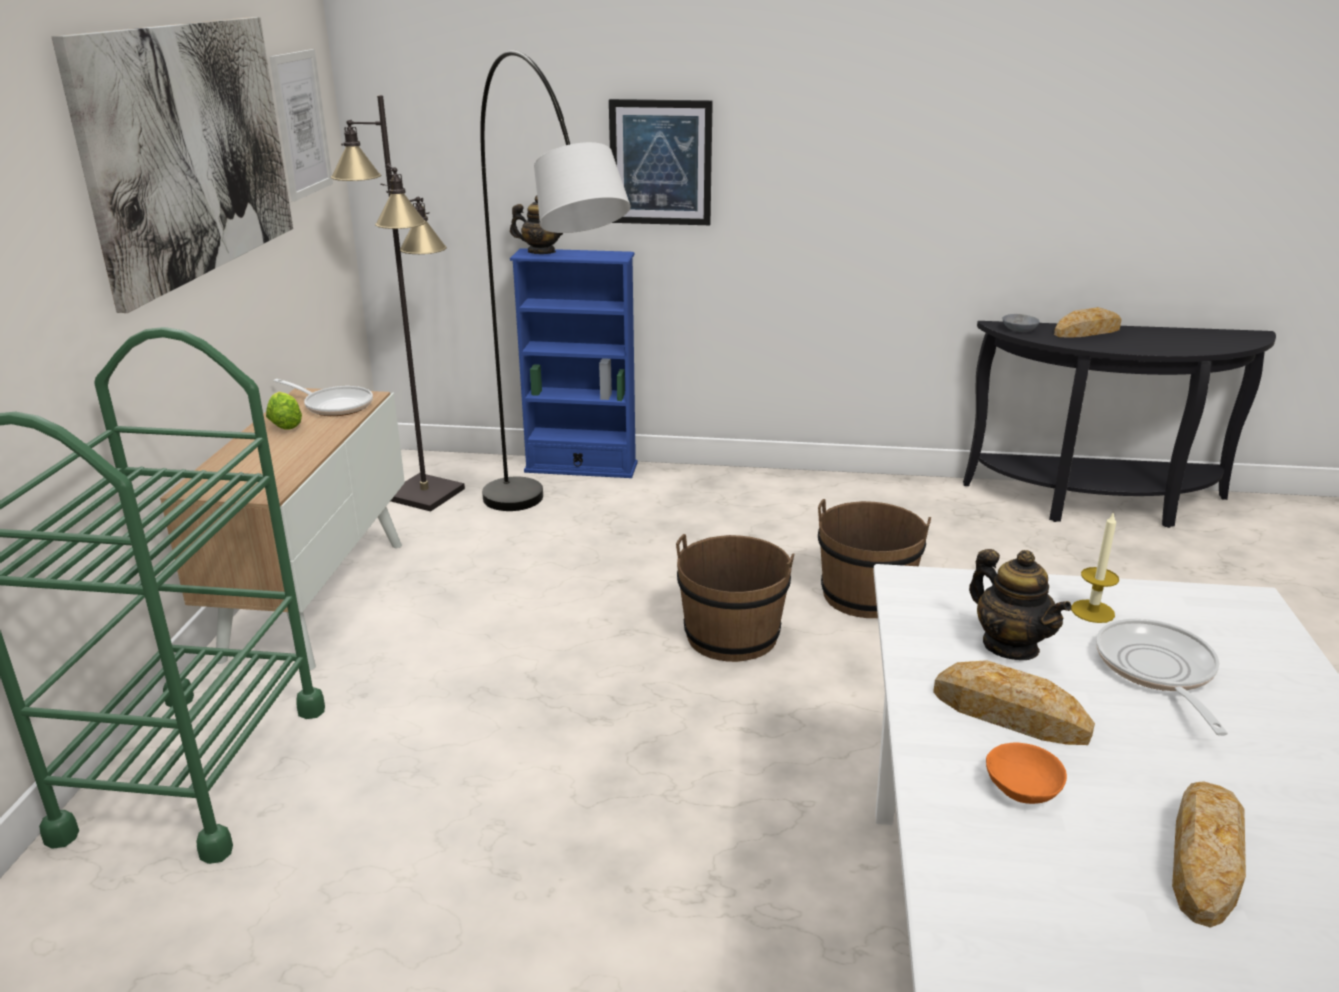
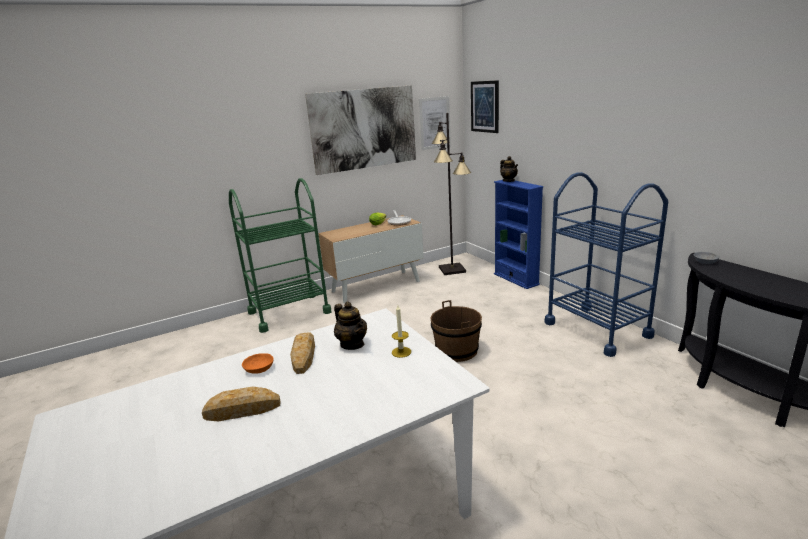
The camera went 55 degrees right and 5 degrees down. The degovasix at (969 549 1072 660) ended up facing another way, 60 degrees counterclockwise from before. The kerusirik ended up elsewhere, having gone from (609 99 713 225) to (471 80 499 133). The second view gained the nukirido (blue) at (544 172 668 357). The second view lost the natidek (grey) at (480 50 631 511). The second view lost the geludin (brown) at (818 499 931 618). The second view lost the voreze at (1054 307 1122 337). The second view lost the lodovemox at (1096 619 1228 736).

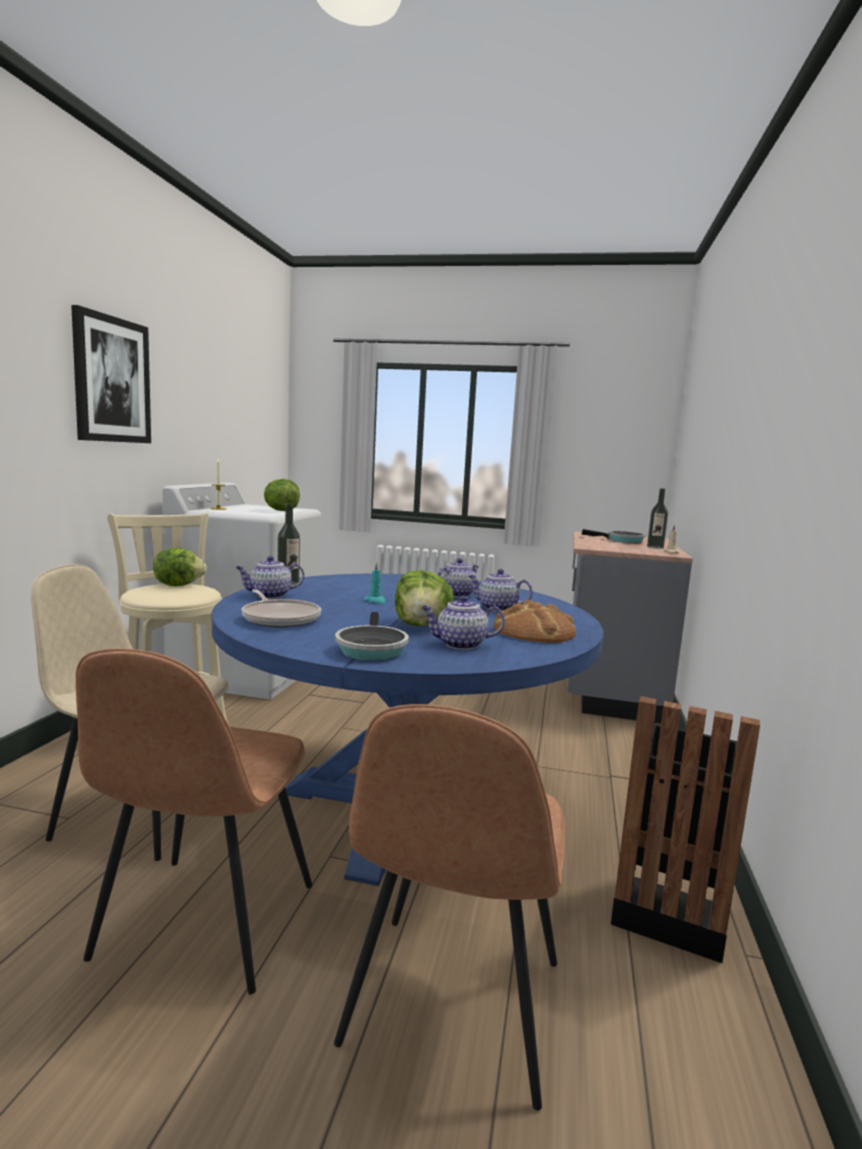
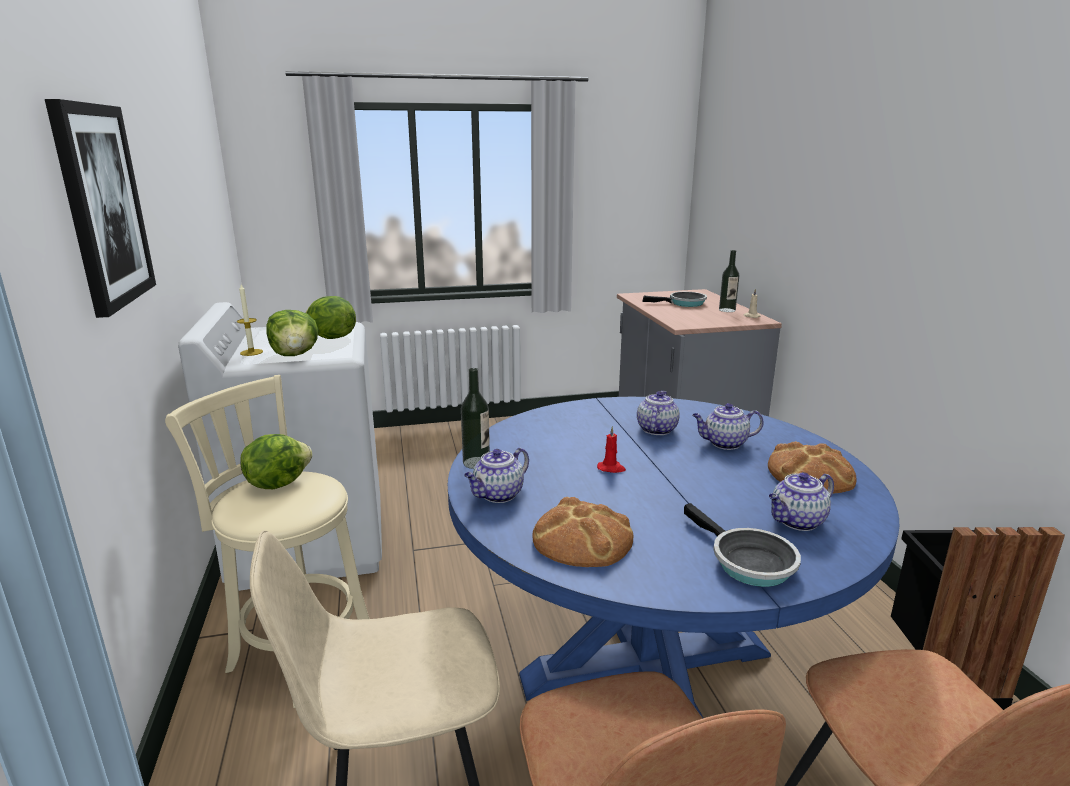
The camera went 25 degrees left and 10 degrees up. The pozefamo ended up elsewhere, having gone from (395 570 454 626) to (266 310 319 356). Where the lodovemox stood at (242 590 321 627), the voreze came to stand at (532 497 634 567). What was the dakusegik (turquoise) at (364 562 386 604) turned into the dakusegik (red) at (597 426 626 473).

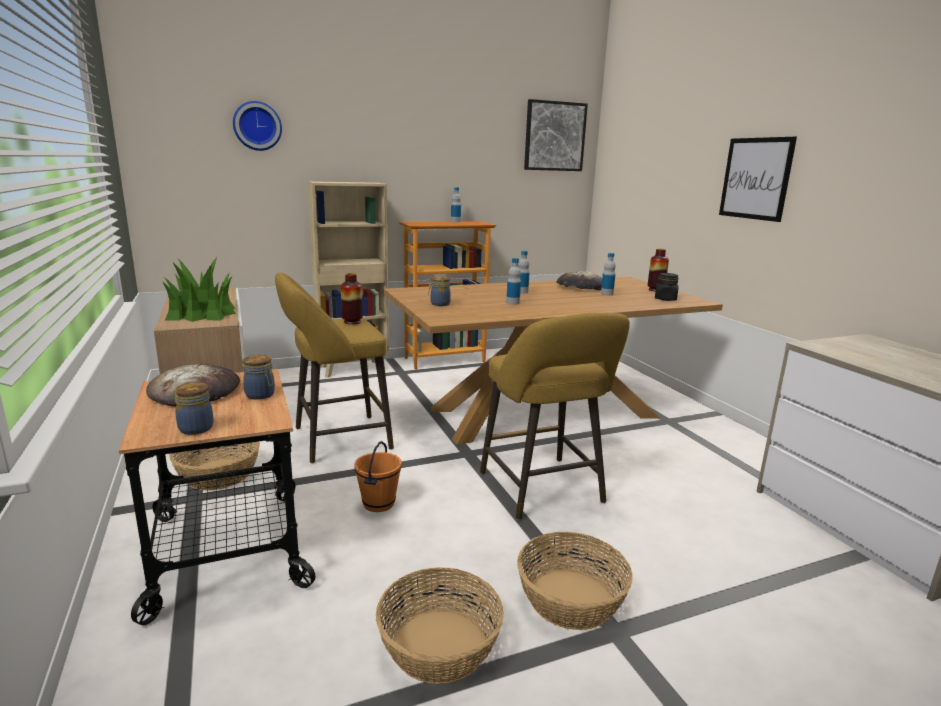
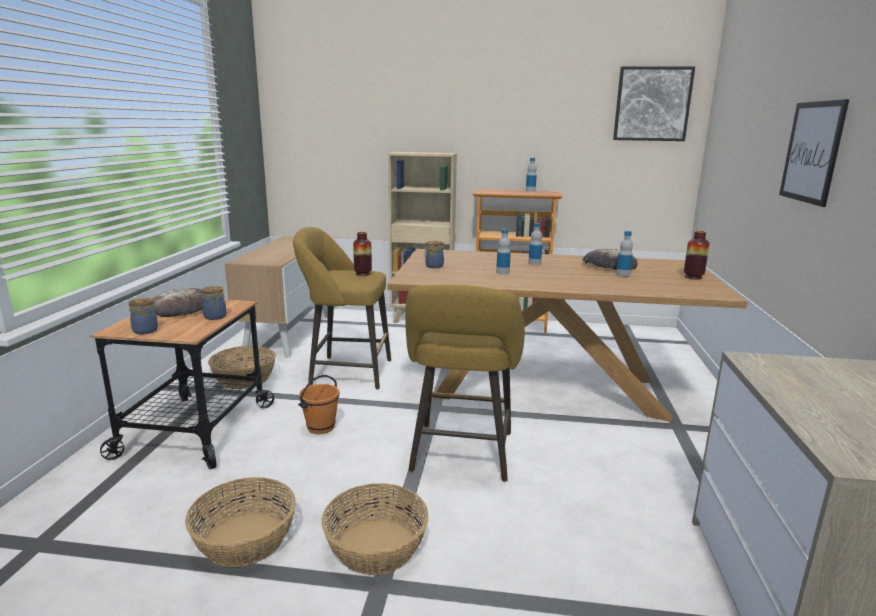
The camera went 30 degrees right and 0 degrees up. The second view lost the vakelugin at (162 257 236 322). The second view lost the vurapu at (233 101 282 151). The second view lost the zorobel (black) at (655 273 679 301).

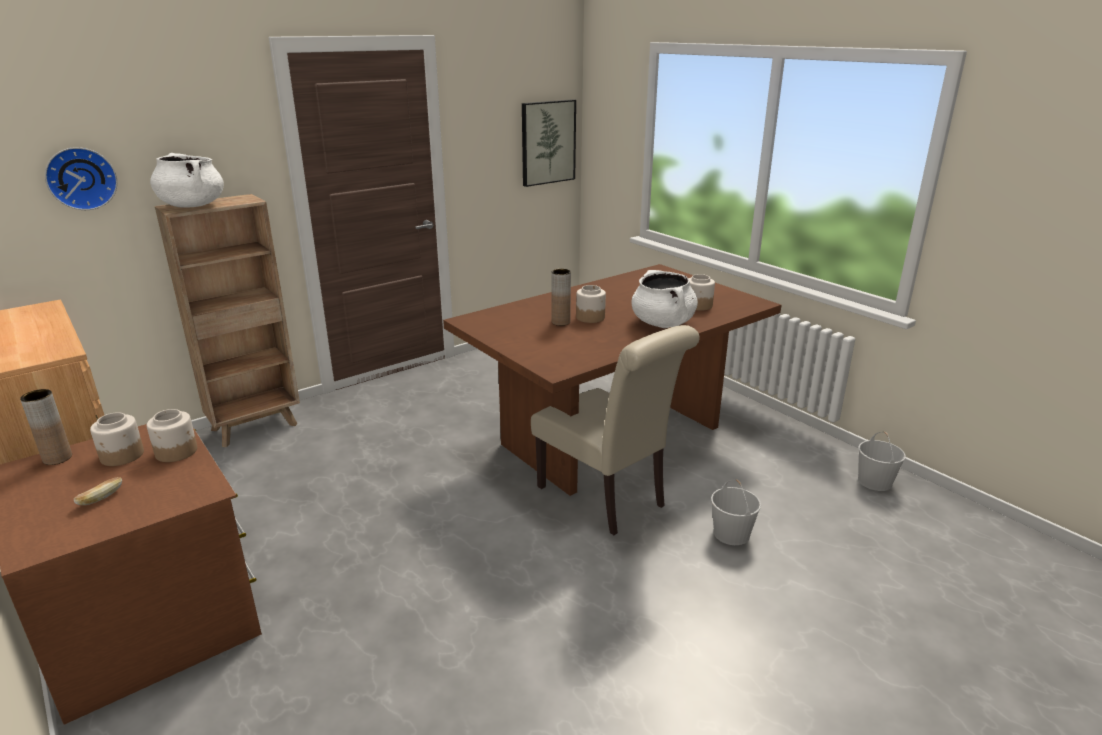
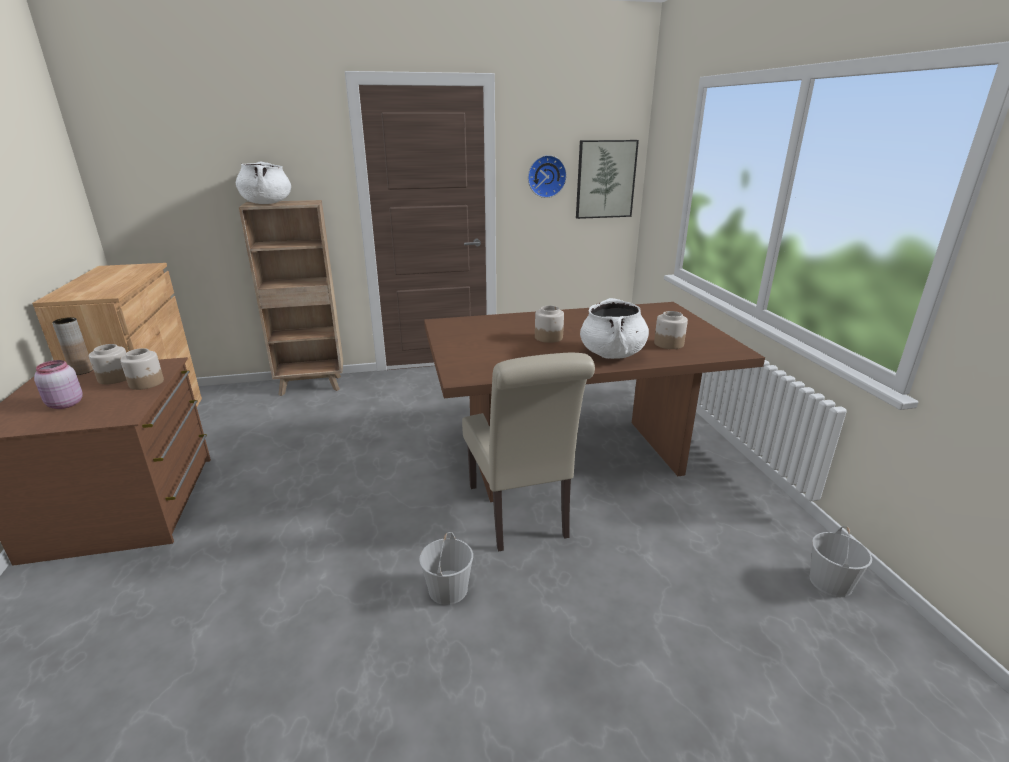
The camera went 25 degrees right and 0 degrees up. Where the voreze stood at (74 477 122 505), the zorobel (pink) came to stand at (34 360 83 409). The geludin (white) ended up elsewhere, having gone from (711 479 761 545) to (419 532 473 605). The vurapu ended up elsewhere, having gone from (45 147 118 210) to (528 155 567 198). The second view lost the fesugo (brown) at (551 269 571 326).

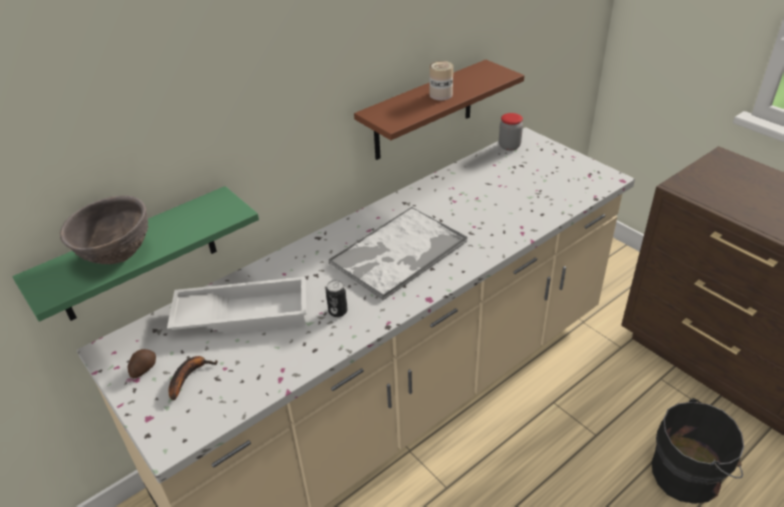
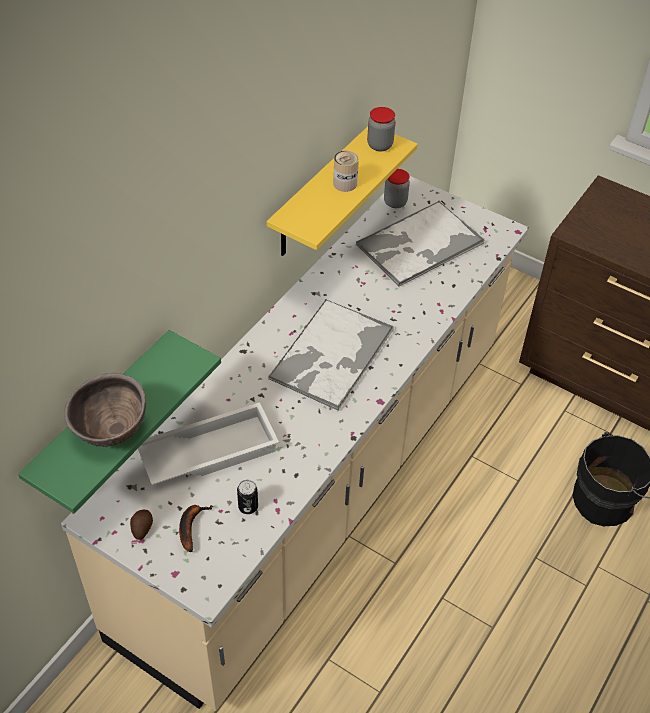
The camera went 20 degrees left and 10 degrees up. The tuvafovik ended up elsewhere, having gone from (326 280 348 317) to (237 480 258 514). What was the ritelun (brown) at (354 59 524 160) turned into the ritelun (yellow) at (267 126 418 256). The second view gained the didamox at (356 201 485 287). The second view gained the zorobel at (367 107 395 151).

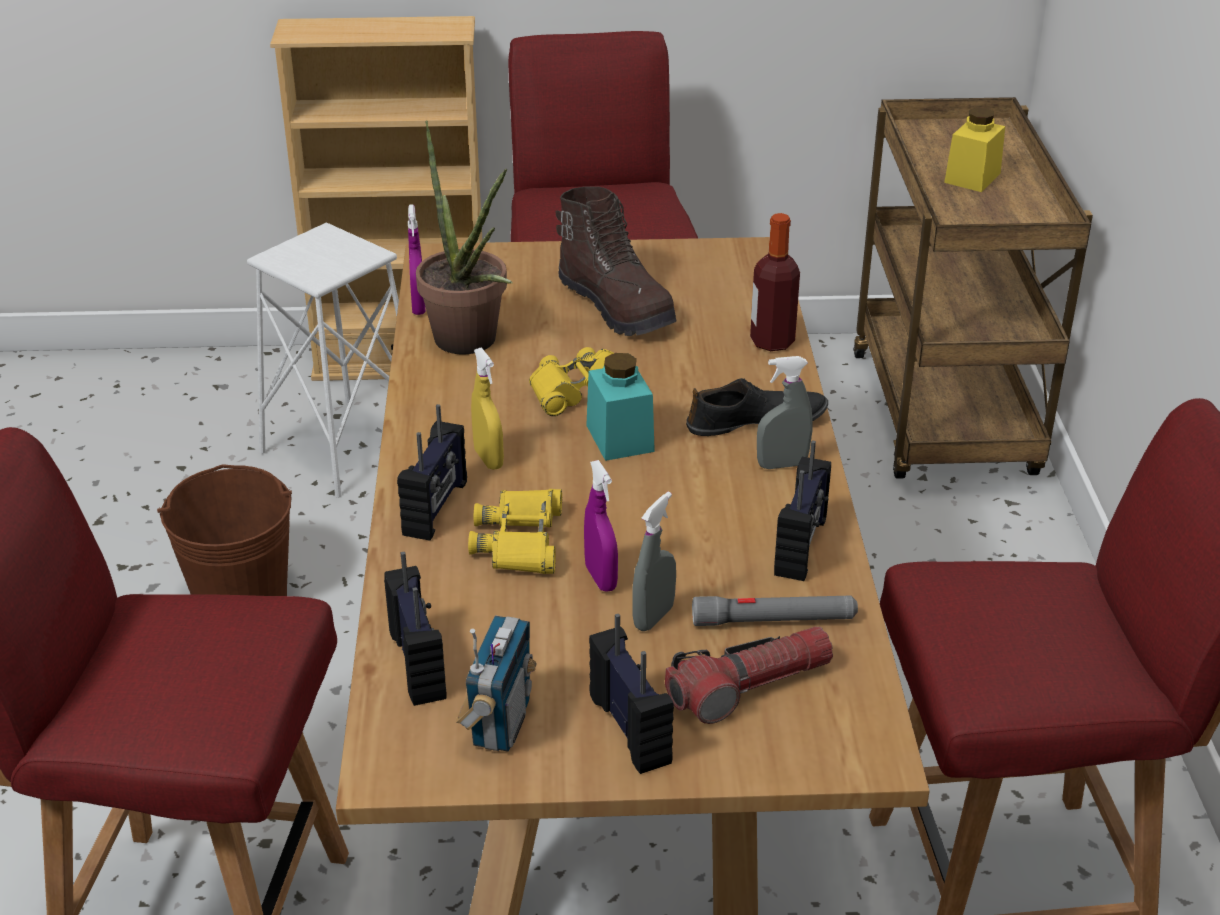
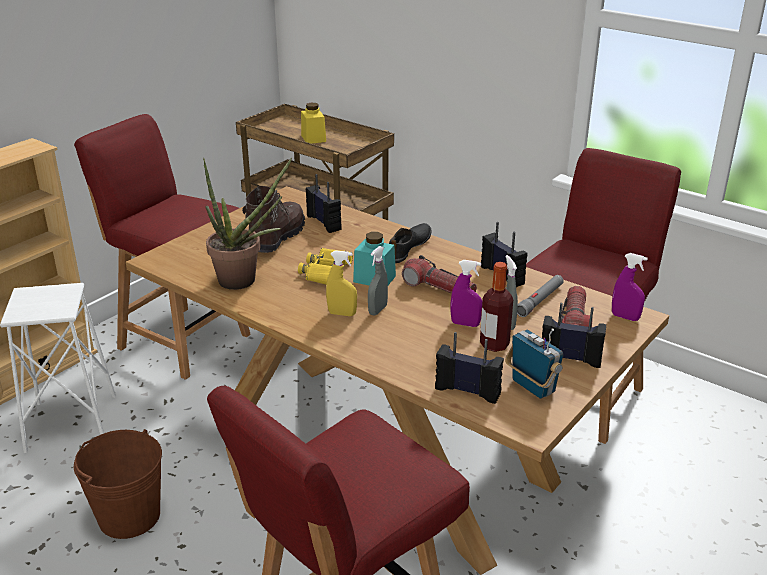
The camera went 50 degrees left and 5 degrees down. The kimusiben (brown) at (556 186 677 336) ended up facing another way, 75 degrees counterclockwise from before. The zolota ended up elsewhere, having gone from (397 404 467 541) to (306 174 342 233). The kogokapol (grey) ended up elsewhere, having gone from (757 356 813 469) to (368 246 388 316). The second view gained the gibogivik at (402 255 477 293). The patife ended up elsewhere, having gone from (750 213 800 351) to (480 262 513 352). The kogokapol (purple) ended up elsewhere, having gone from (408 204 426 315) to (612 253 648 321). The second view lost the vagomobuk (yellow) at (468 489 562 574).

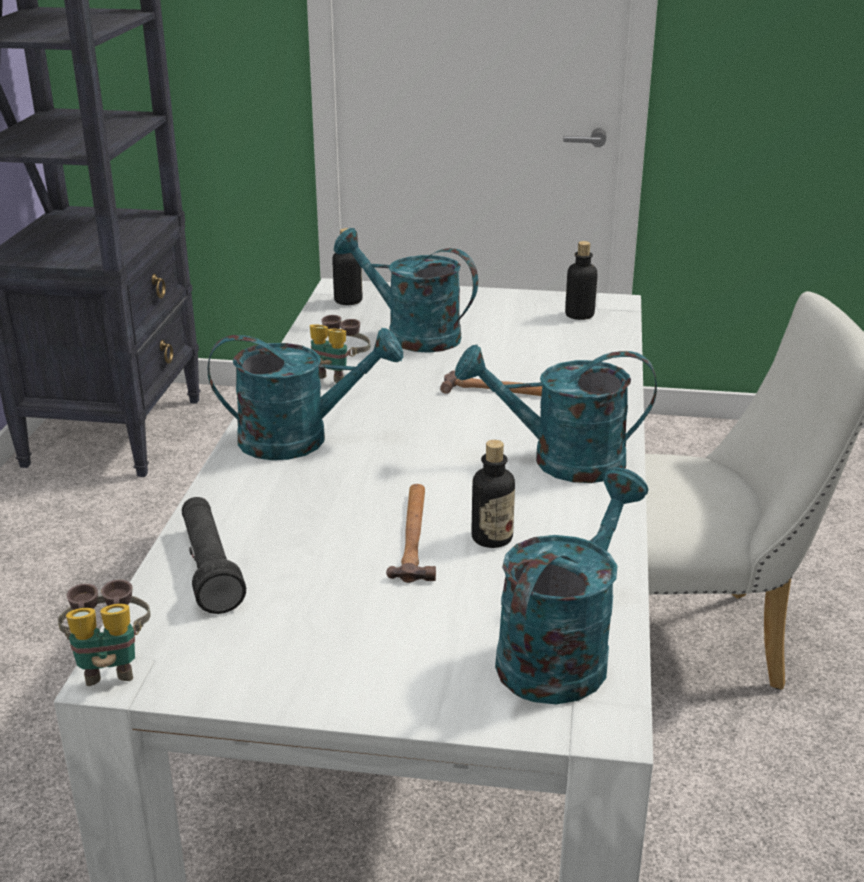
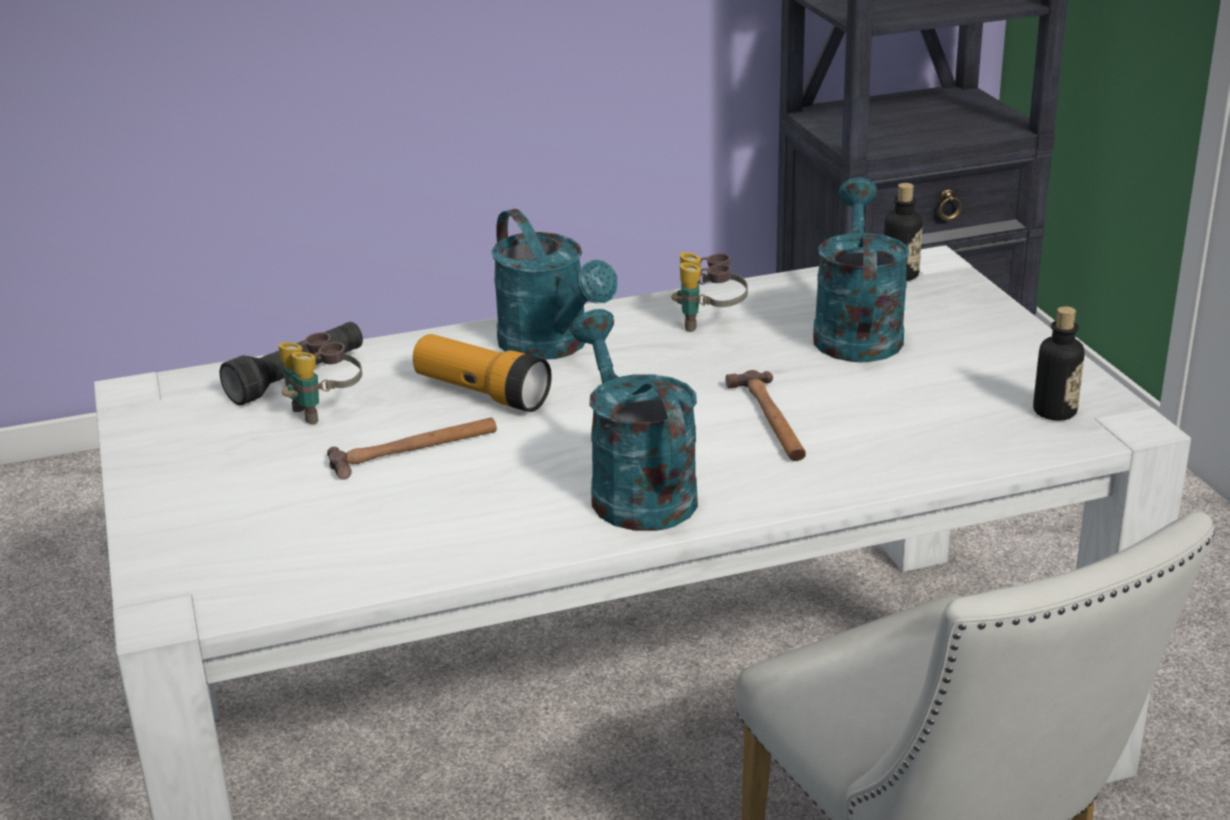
The camera went 65 degrees right and 0 degrees up. The vagomobuk ended up elsewhere, having gone from (58 580 151 686) to (278 332 362 425). The second view gained the gibogivik at (413 334 552 412). The second view lost the patife at (472 440 515 548). The second view lost the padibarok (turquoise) at (495 467 648 705).

